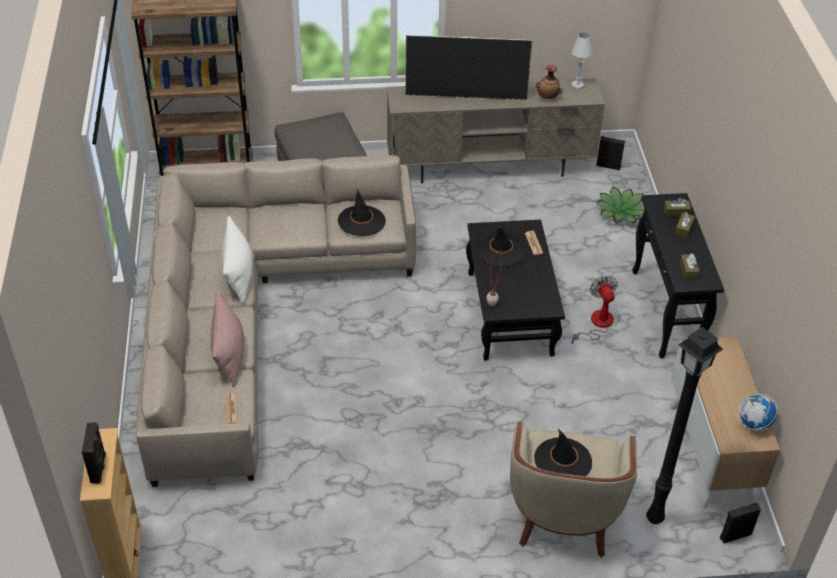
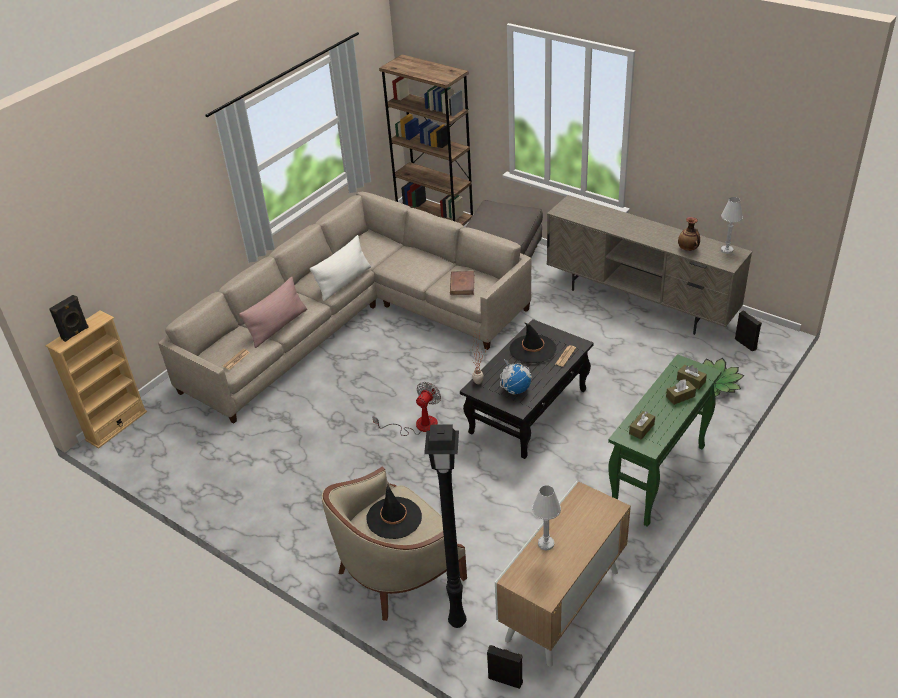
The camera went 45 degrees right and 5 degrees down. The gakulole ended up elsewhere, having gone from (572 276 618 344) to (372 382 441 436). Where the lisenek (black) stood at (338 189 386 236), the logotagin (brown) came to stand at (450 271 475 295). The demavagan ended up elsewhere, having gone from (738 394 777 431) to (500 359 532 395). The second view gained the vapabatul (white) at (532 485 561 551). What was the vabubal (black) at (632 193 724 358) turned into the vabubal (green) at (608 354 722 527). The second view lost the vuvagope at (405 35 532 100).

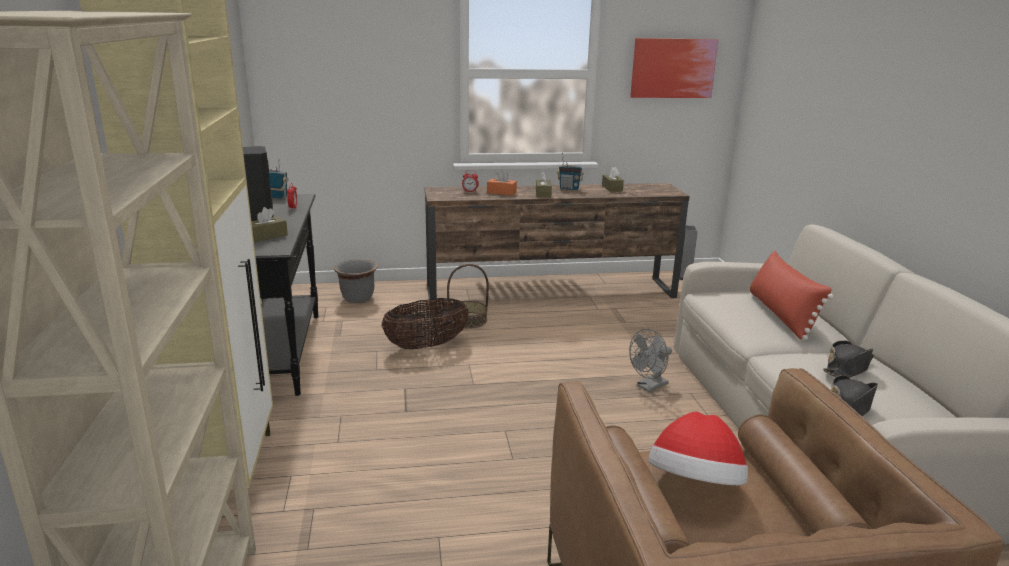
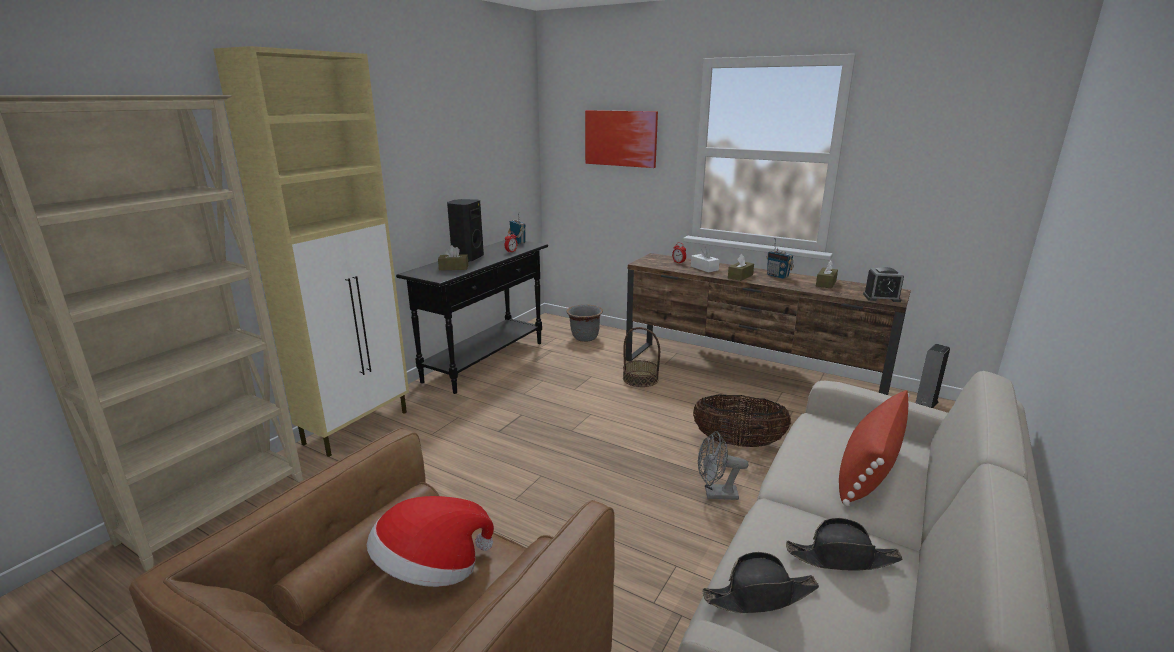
The camera went 40 degrees right and 0 degrees up. The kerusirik ended up elsewhere, having gone from (630 38 718 98) to (585 110 658 168). What was the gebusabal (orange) at (487 170 517 196) turned into the gebusabal (white) at (691 247 720 273). The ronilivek ended up elsewhere, having gone from (381 298 469 349) to (693 394 791 447). The second view gained the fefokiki at (863 267 904 302).

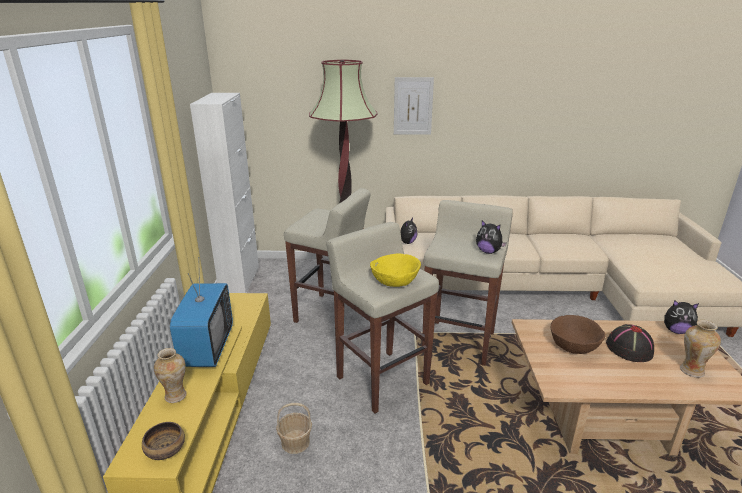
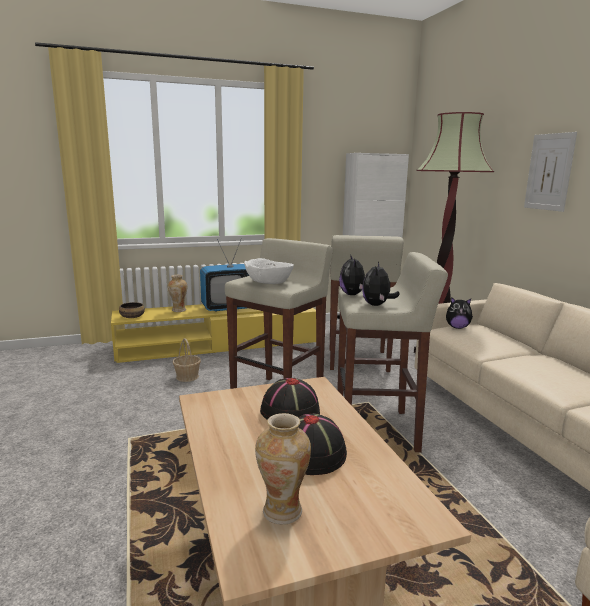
The camera went 70 degrees right and 10 degrees down. What was the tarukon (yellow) at (370 254 421 287) turned into the tarukon (white) at (244 258 294 284). Where the tarukon (brown) stood at (551 315 606 354), the lisenek (black) came to stand at (260 378 320 420). The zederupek ended up elsewhere, having gone from (664 300 699 334) to (339 254 365 295).

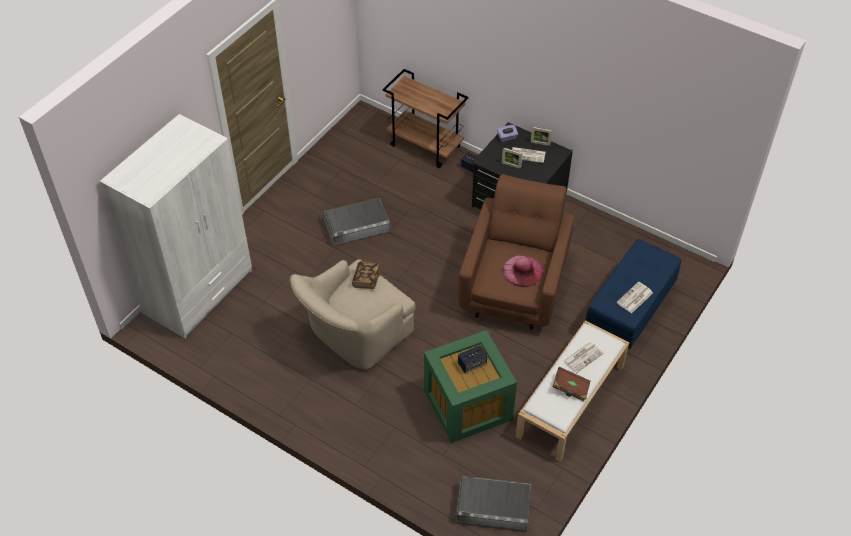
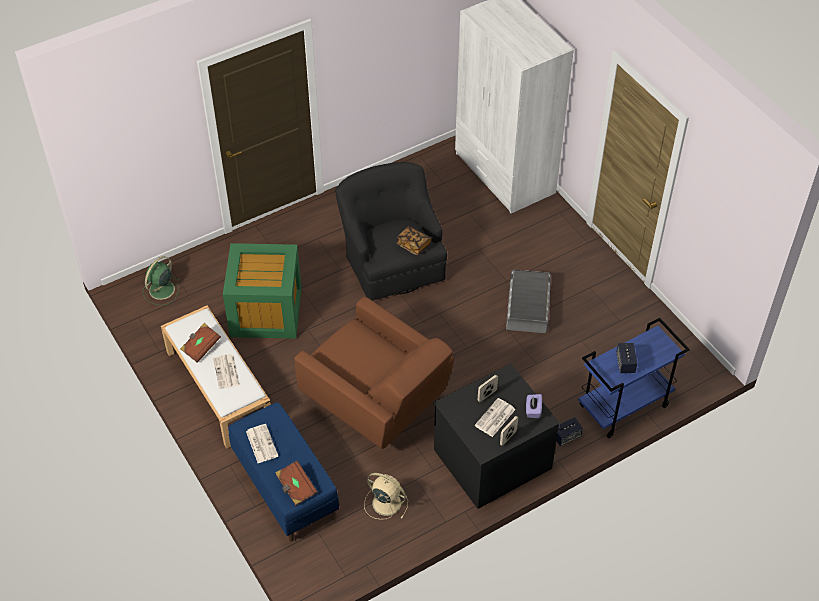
The camera went 115 degrees right and 0 degrees up. Where the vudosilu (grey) stood at (455 476 532 531), the gakulole (green) came to stand at (143 256 180 305). The second view gained the logotagin (brown) at (275 460 318 506). What was the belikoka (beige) at (290 259 416 369) turned into the belikoka (black) at (335 162 447 301). The second view gained the gakulole (beige) at (364 473 408 520). What was the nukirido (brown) at (383 69 468 168) turned into the nukirido (blue) at (579 318 690 438). The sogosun ended up elsewhere, having gone from (458 345 487 373) to (616 343 638 373). The second view lost the lisenek (pink) at (502 256 543 287).

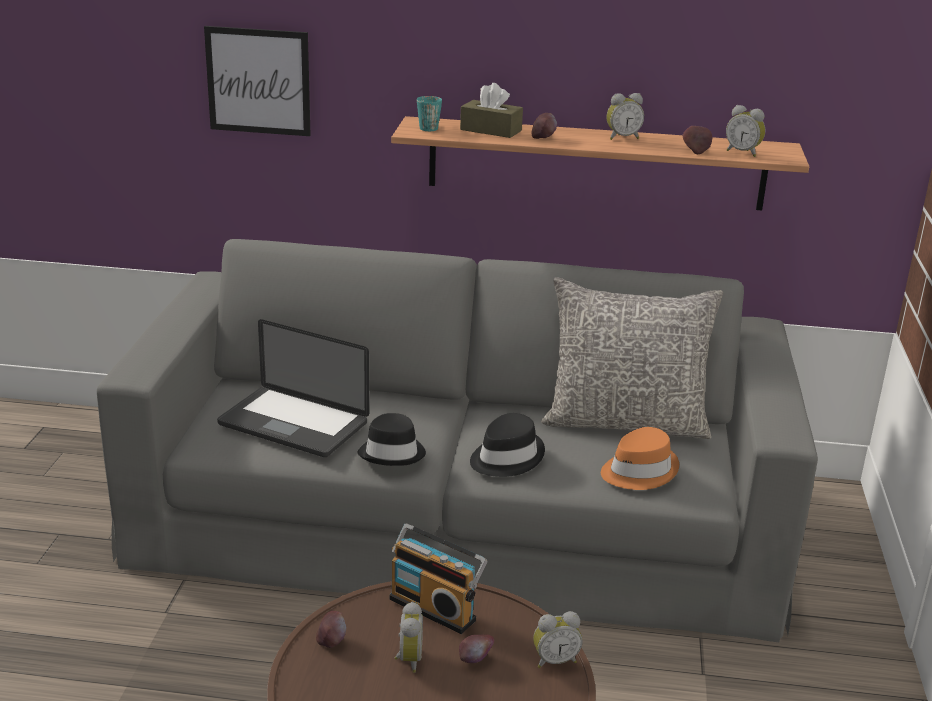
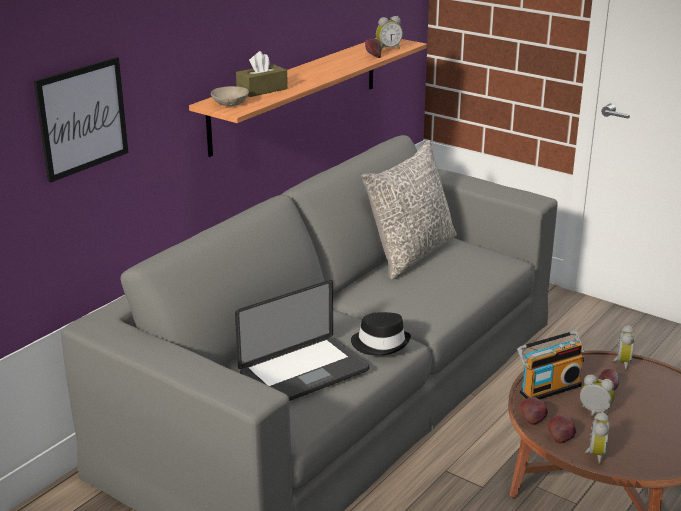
The camera went 60 degrees left and 0 degrees up. Where the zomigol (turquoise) stood at (417 96 442 131), the tarukon (beige) came to stand at (211 86 249 106). The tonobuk ended up elsewhere, having gone from (531 113 557 139) to (520 397 548 425). The fefokiki ended up elsewhere, having gone from (606 93 644 140) to (585 412 610 464). The second view lost the lisenek (black) at (470 413 545 477). The second view lost the lisenek (orange) at (601 427 679 490).

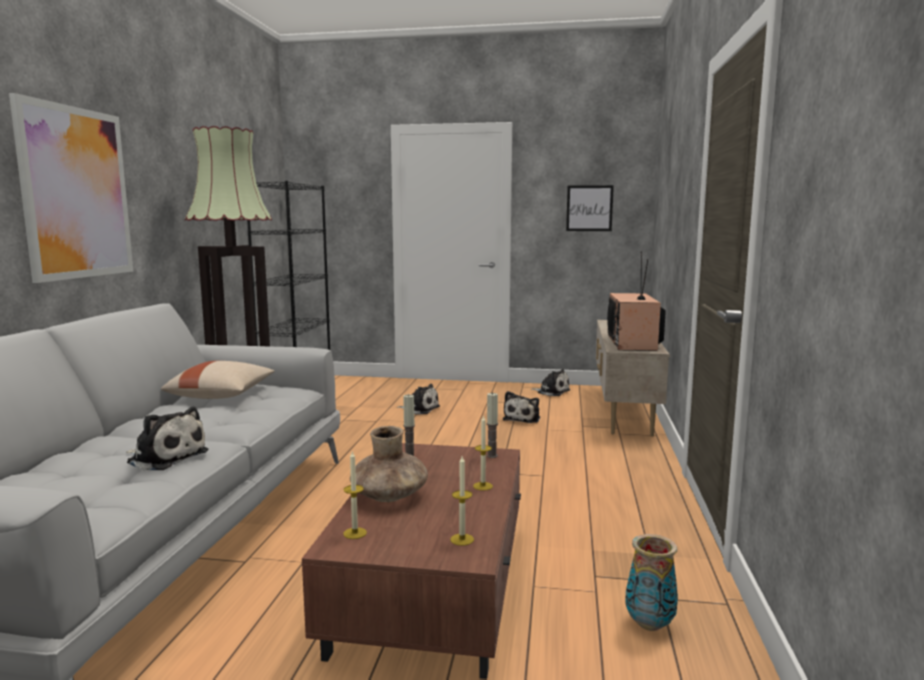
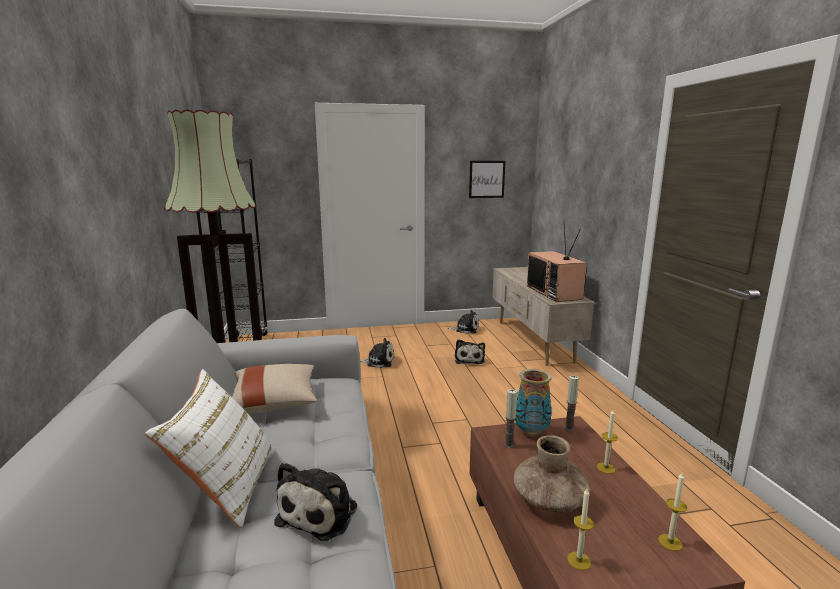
The camera went 20 degrees left and 5 degrees up. The second view gained the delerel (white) at (145 369 276 528). The zederupek at (126 407 208 470) ended up facing another way, 105 degrees clockwise from before. The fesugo ended up elsewhere, having gone from (625 534 678 631) to (515 369 552 436). The second view lost the kerusirik at (9 93 133 283).

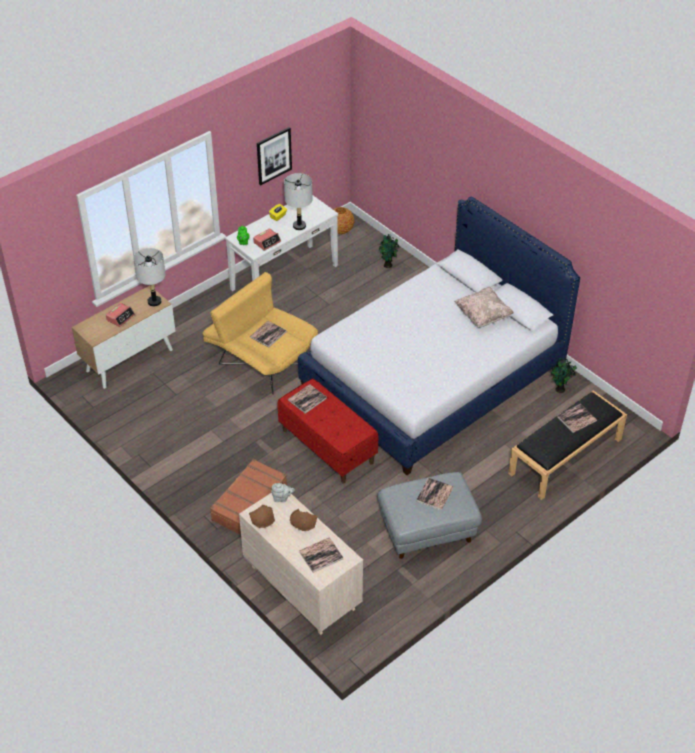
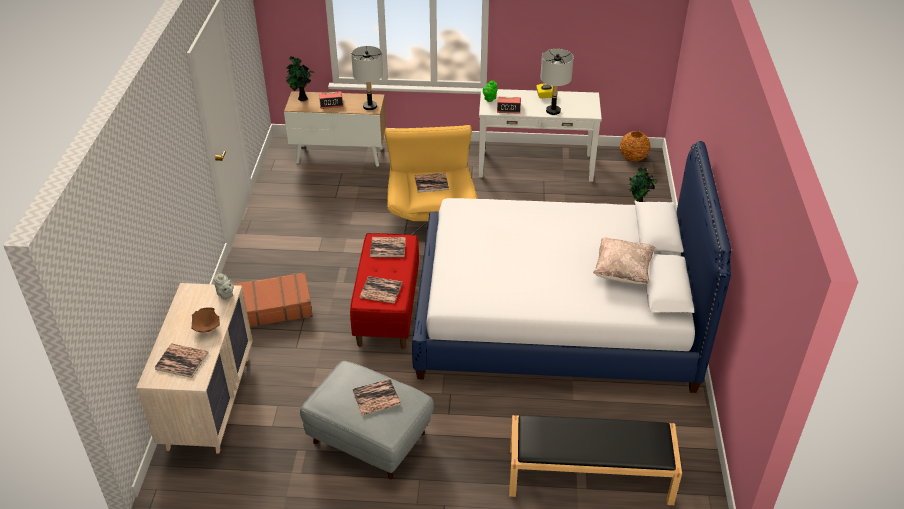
The camera went 45 degrees right and 5 degrees down. The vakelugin ended up elsewhere, having gone from (551 358 577 393) to (286 56 313 101). The logotagin ended up elsewhere, having gone from (557 404 597 433) to (359 276 402 303). The second view lost the tarukon (brown) at (249 505 275 528). The second view lost the kerusirik at (257 127 292 185).

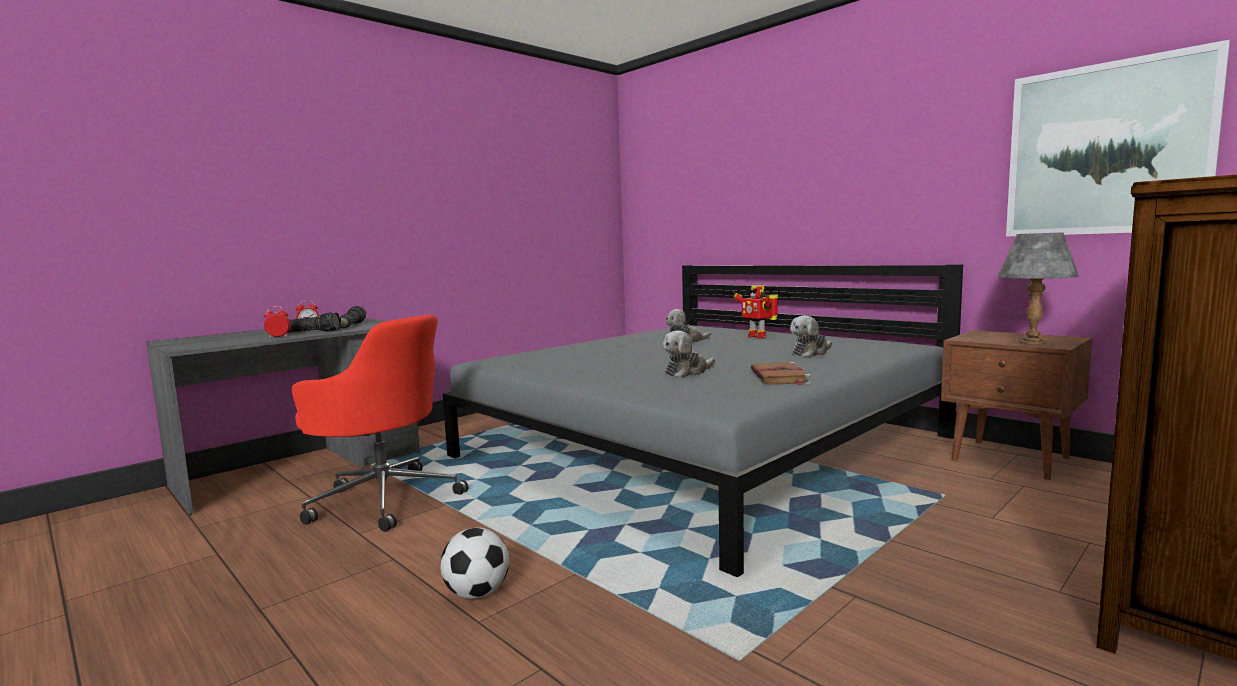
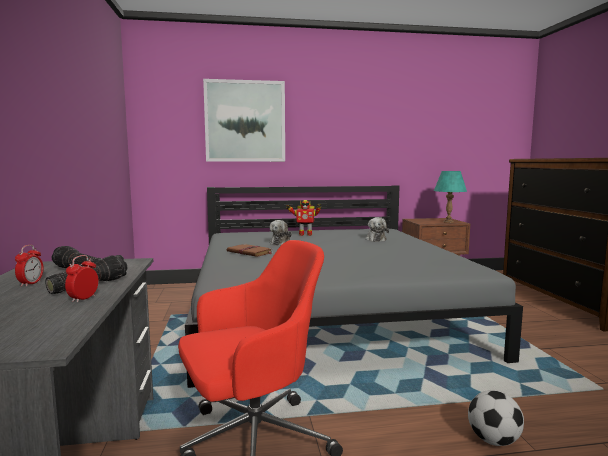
The camera went 55 degrees left and 0 degrees up. The kerusirik ended up elsewhere, having gone from (1006 40 1230 237) to (203 79 285 162). The logotagin (brown) ended up elsewhere, having gone from (751 362 811 385) to (227 244 273 257). What was the vapabatul (grey) at (997 232 1079 345) turned into the vapabatul (turquoise) at (434 171 467 223). The second view lost the zederupek at (663 331 715 378).

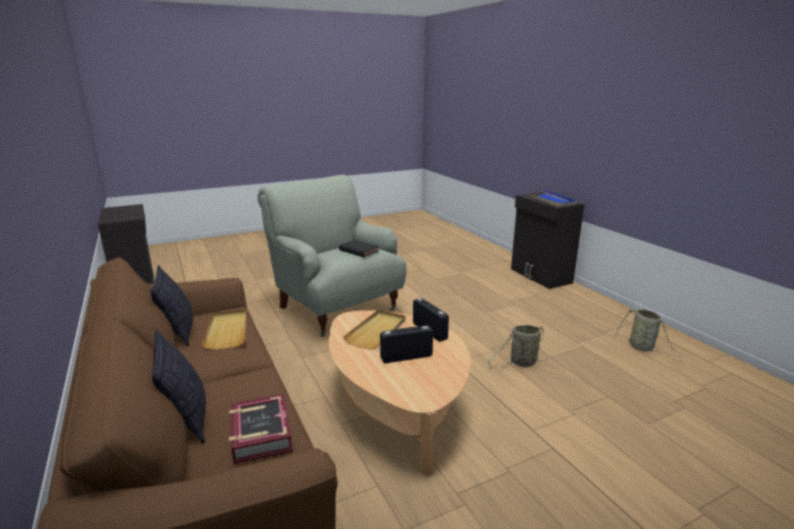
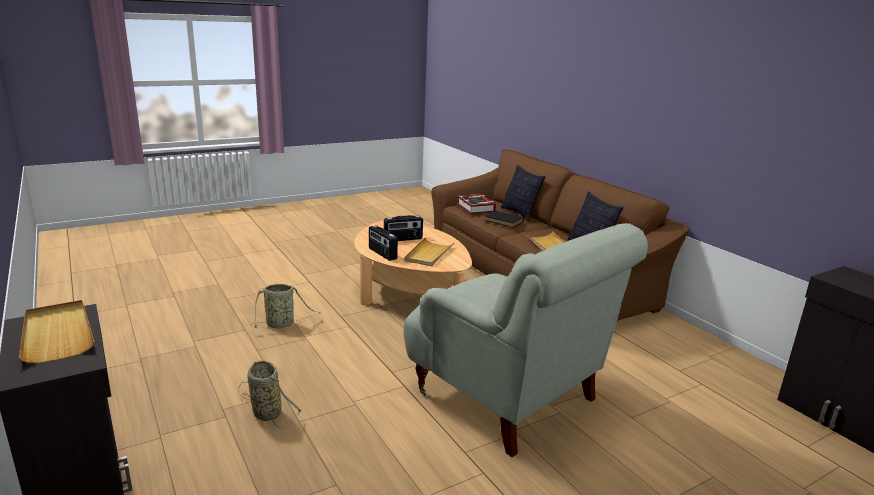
The camera went 175 degrees right and 0 degrees up. What was the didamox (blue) at (527 191 577 207) turned into the didamox (beige) at (19 300 94 363). The ronilivek ended up elsewhere, having gone from (614 309 682 357) to (238 360 302 428). The logotagin (black) ended up elsewhere, having gone from (339 240 379 257) to (485 211 524 228).

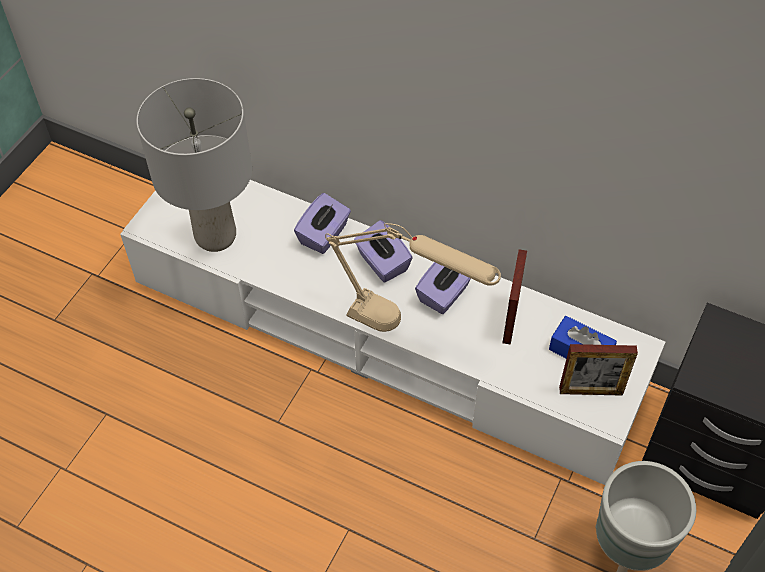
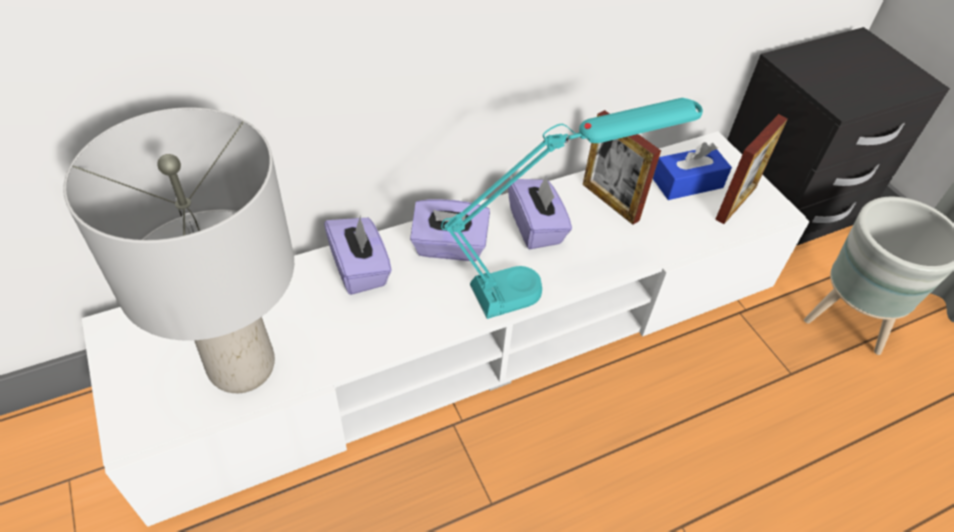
The camera went 55 degrees left and 5 degrees down. What was the vapabatul (beige) at (325 223 501 332) turned into the vapabatul (turquoise) at (441 98 703 319).

